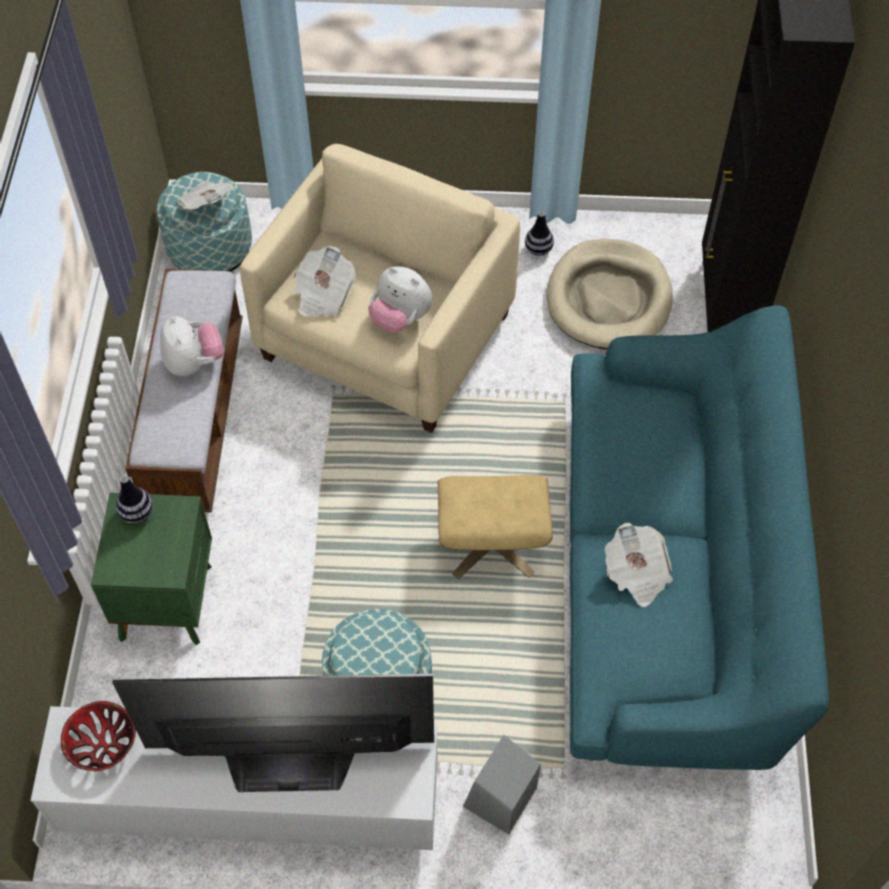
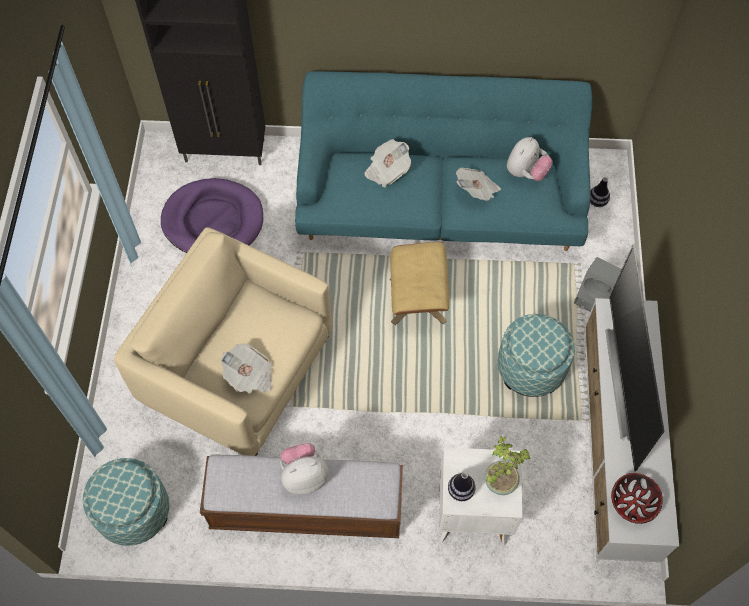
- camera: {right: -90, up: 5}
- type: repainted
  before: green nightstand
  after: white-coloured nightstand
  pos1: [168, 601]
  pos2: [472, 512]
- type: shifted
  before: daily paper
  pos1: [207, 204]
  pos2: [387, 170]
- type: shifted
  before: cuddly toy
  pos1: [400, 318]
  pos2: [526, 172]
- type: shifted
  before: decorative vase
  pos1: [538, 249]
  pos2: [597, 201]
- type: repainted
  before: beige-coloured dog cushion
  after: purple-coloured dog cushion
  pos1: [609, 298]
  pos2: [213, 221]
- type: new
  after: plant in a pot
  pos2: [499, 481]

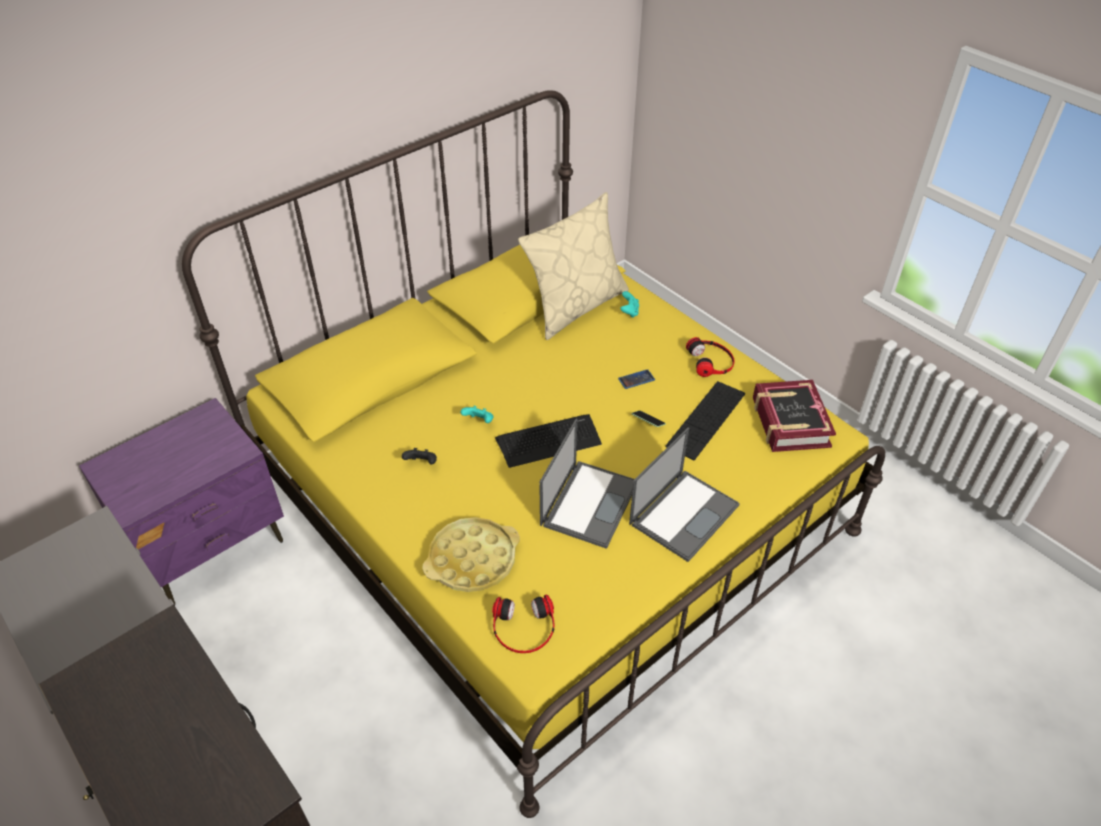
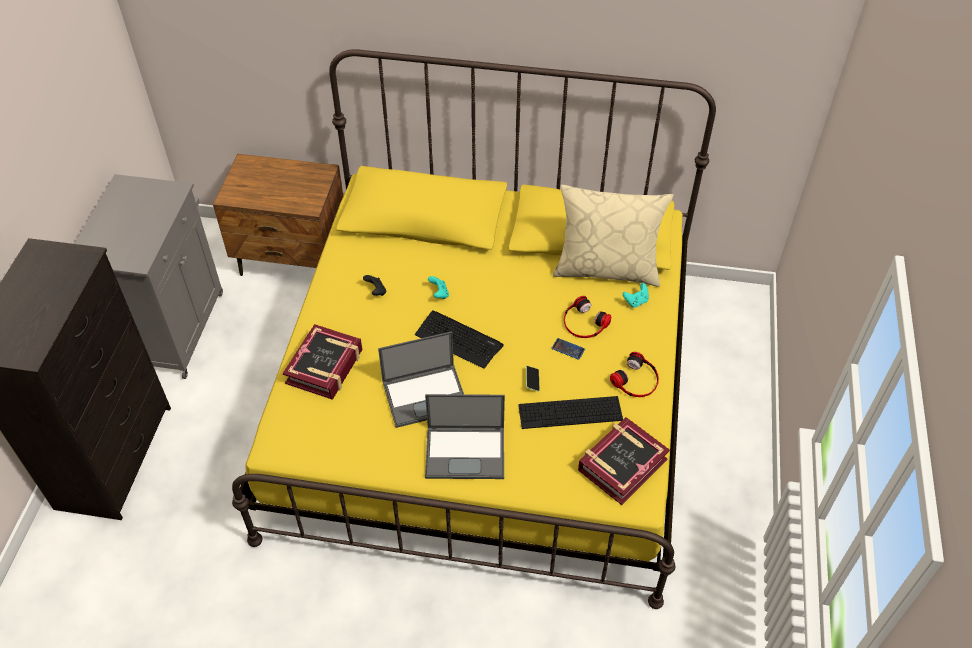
- camera: {right: 50, up: 5}
- type: repainted
  before: purple-coloured nightstand
  after: brown nightstand
  pos1: [211, 546]
  pos2: [293, 258]
- type: swapped
  before: yellowish serving tray
  after: volume
  pos1: [472, 559]
  pos2: [325, 367]
- type: shifted
  before: headphones
  pos1: [524, 628]
  pos2: [584, 323]

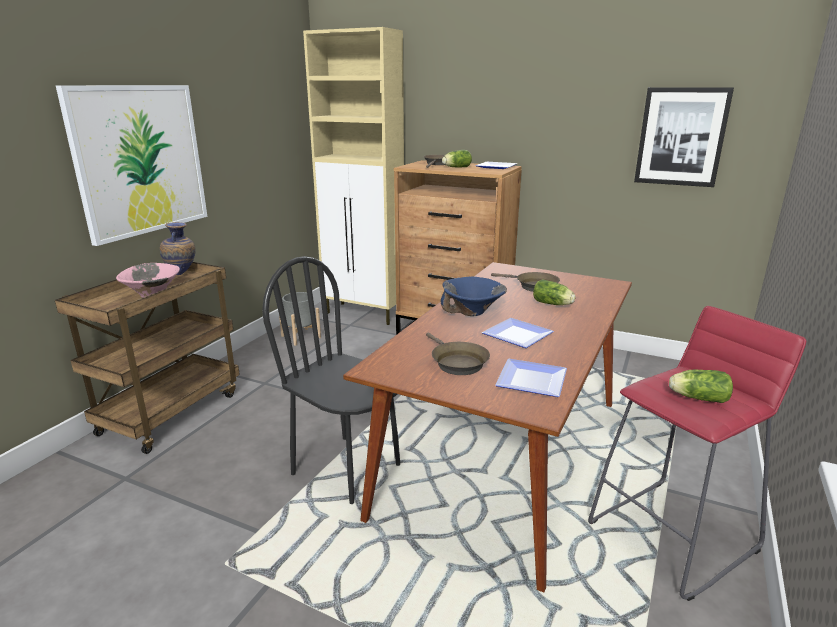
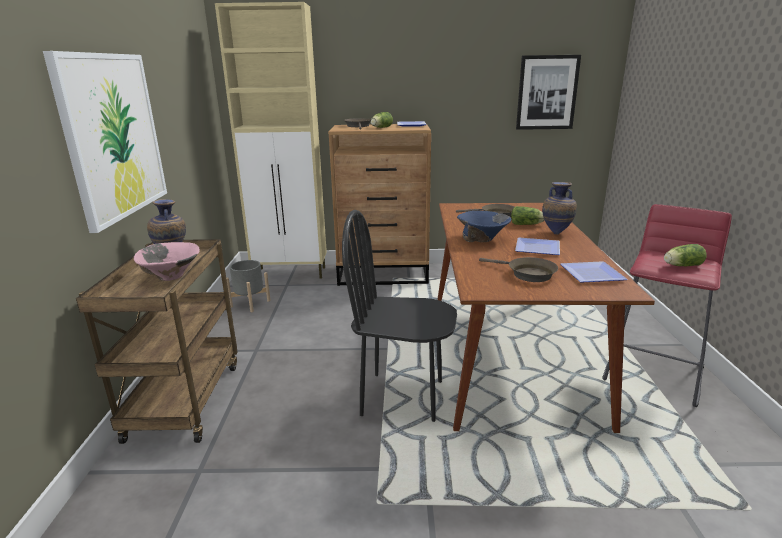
- camera: {right: -25, up: 0}
- type: new
  after: decorative vase
  pos2: [556, 233]

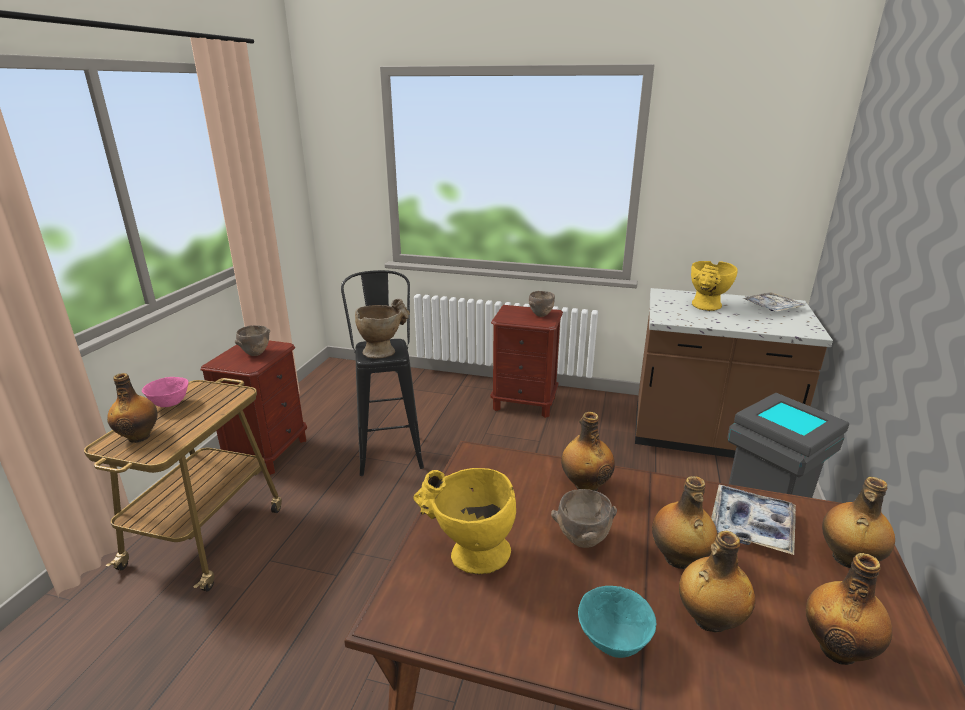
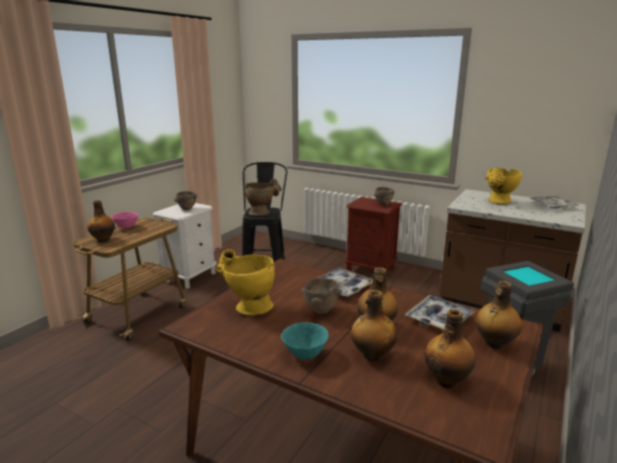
- camera: {right: 15, up: -5}
- type: repainted
  before: brown nightstand
  after: white-coloured nightstand
  pos1: [269, 452]
  pos2: [190, 277]
- type: swapped
  before: beverage bottle
  after: serving tray
  pos1: [585, 485]
  pos2: [342, 287]

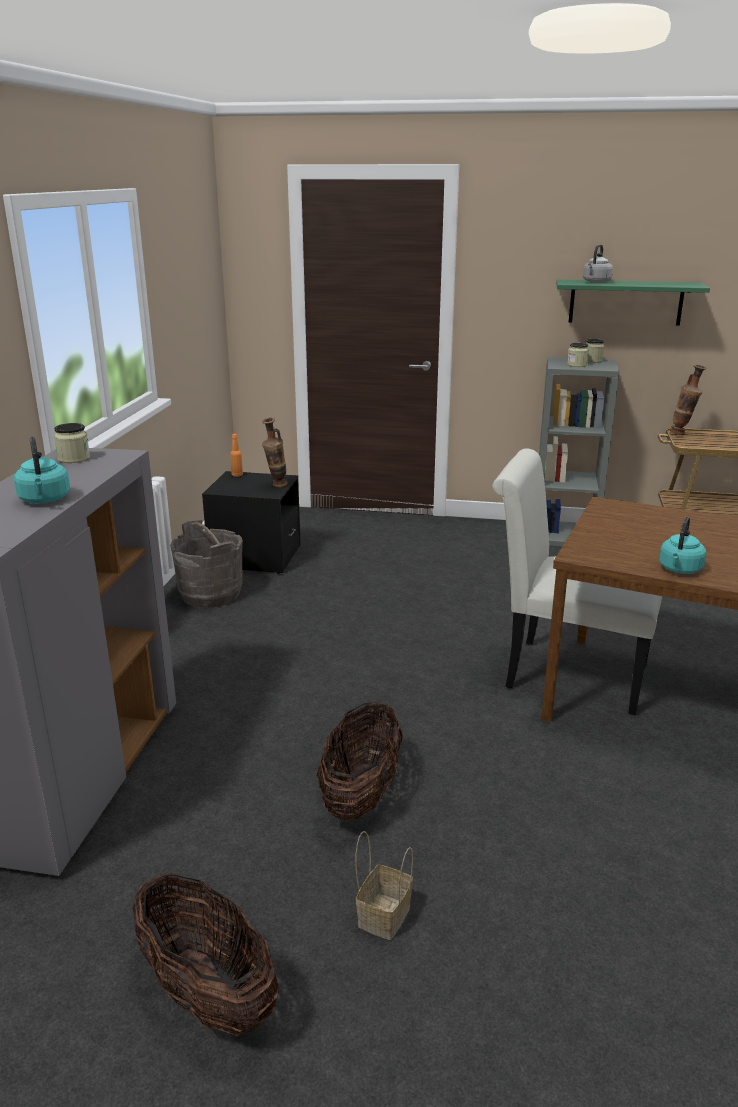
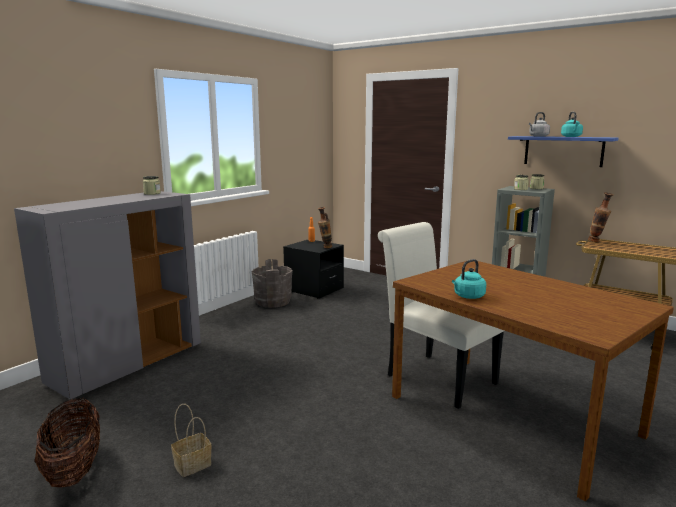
- camera: {right: 25, up: -10}
- type: shifted
  before: blue-green tea kettle
  pos1: [45, 500]
  pos2: [571, 136]
- type: gone
  before: basket
  pos1: [361, 794]
- type: repainted
  before: green bracket shelf
  after: blue bracket shelf
  pos1: [625, 302]
  pos2: [563, 151]

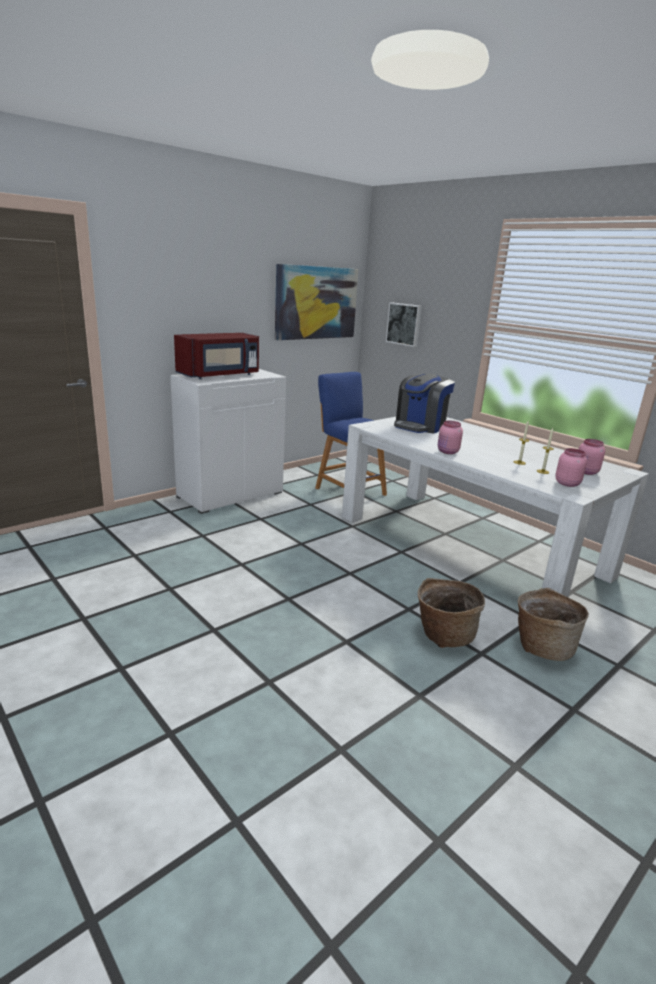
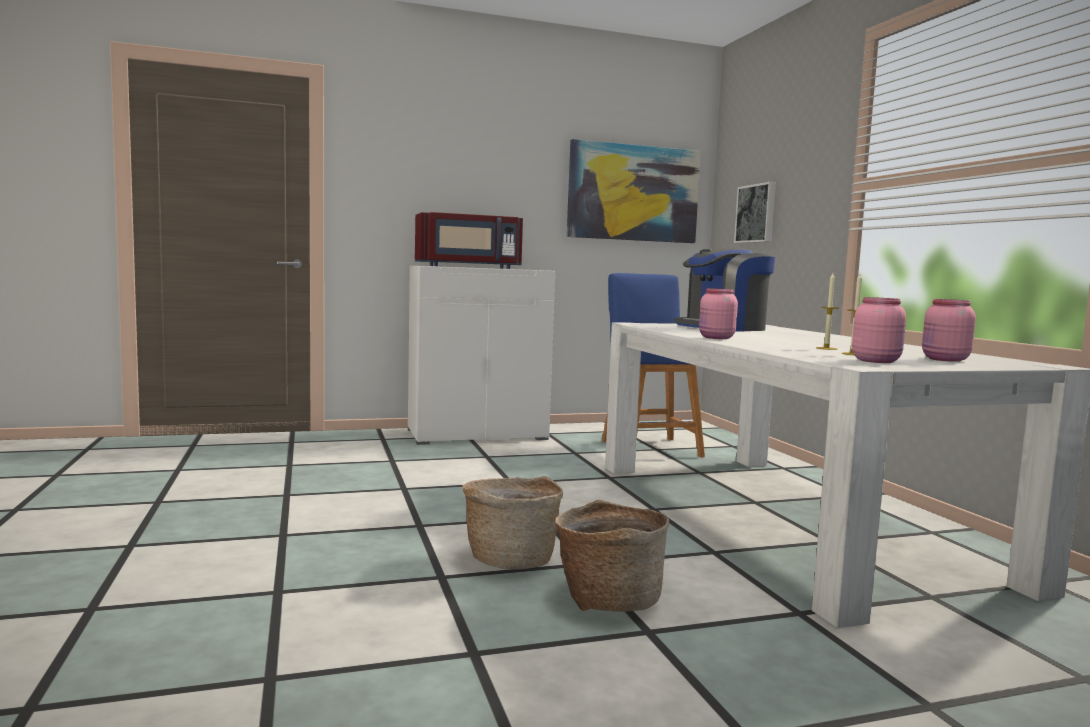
- camera: {right: 25, up: -15}
- type: shifted
  before: basket
  pos1: [542, 646]
  pos2: [511, 559]

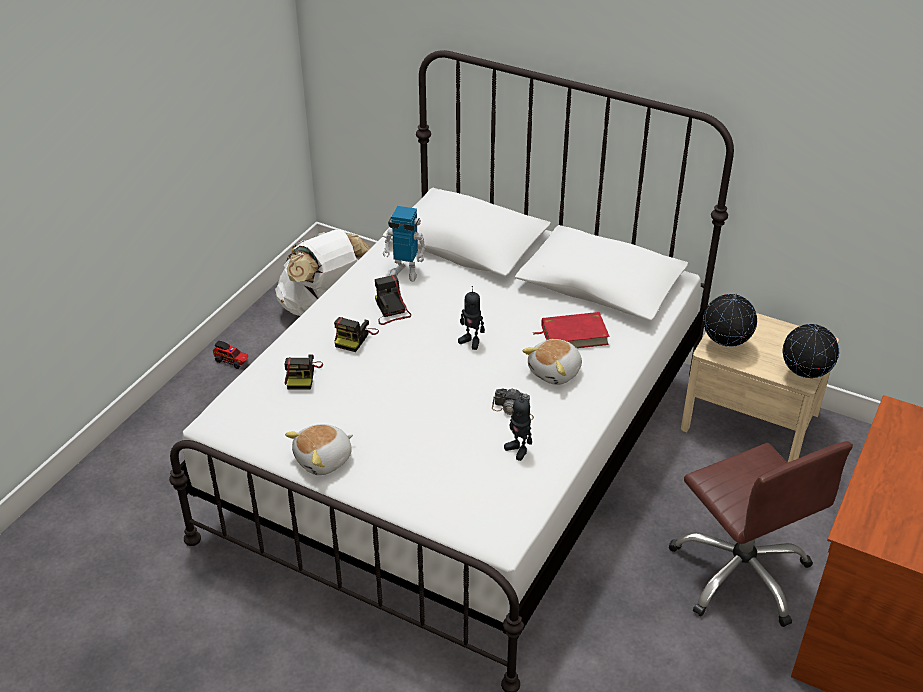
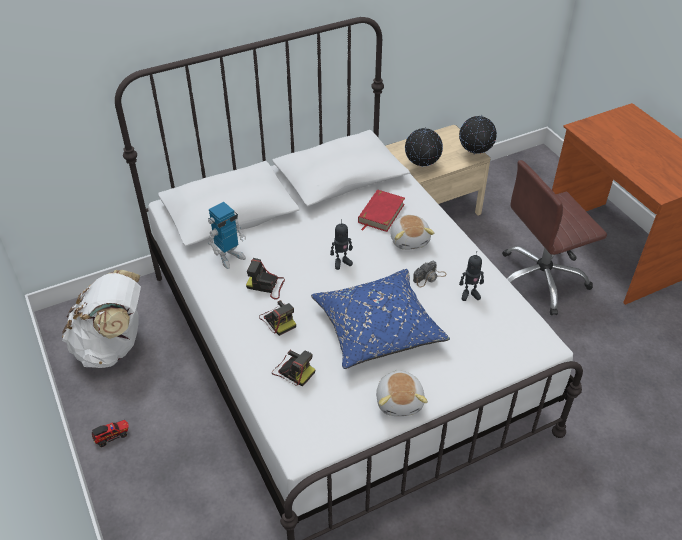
- camera: {right: -55, up: 5}
- type: rotated
  before: brown desk chair
  pos1: [740, 573]
  pos2: [541, 280]
  turn: 150
- type: new
  after: blue cushion
  pos2: [377, 328]

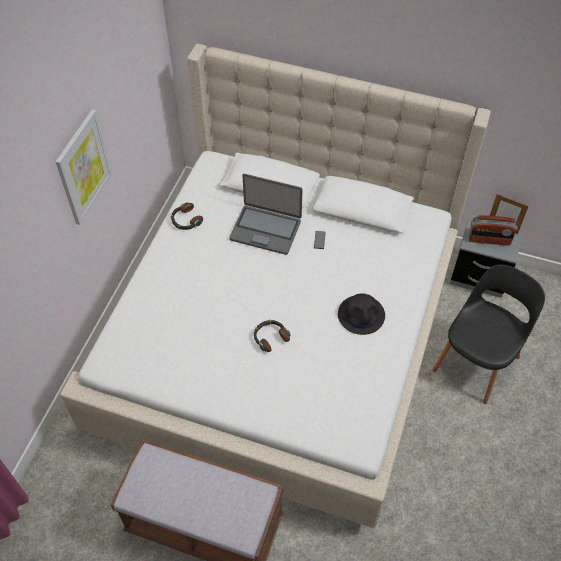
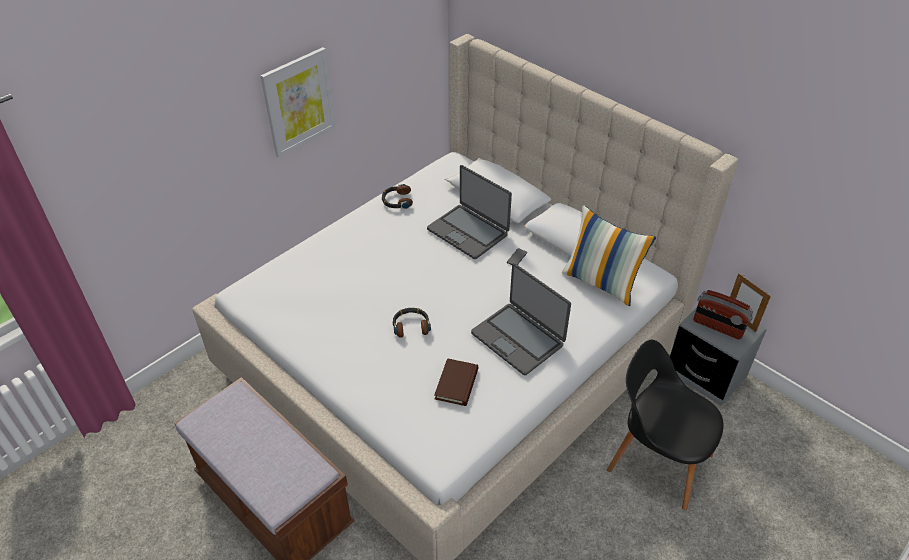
- camera: {right: 25, up: -10}
- type: swapped
  before: blackish hat
  after: portable computer
  pos1: [361, 315]
  pos2: [518, 338]
- type: rotated
  before: blackish upright chair
  pos1: [477, 361]
  pos2: [657, 460]
  turn: -120
- type: new
  after: brown volume
  pos2: [456, 384]
- type: new
  after: cushion
  pos2: [601, 282]

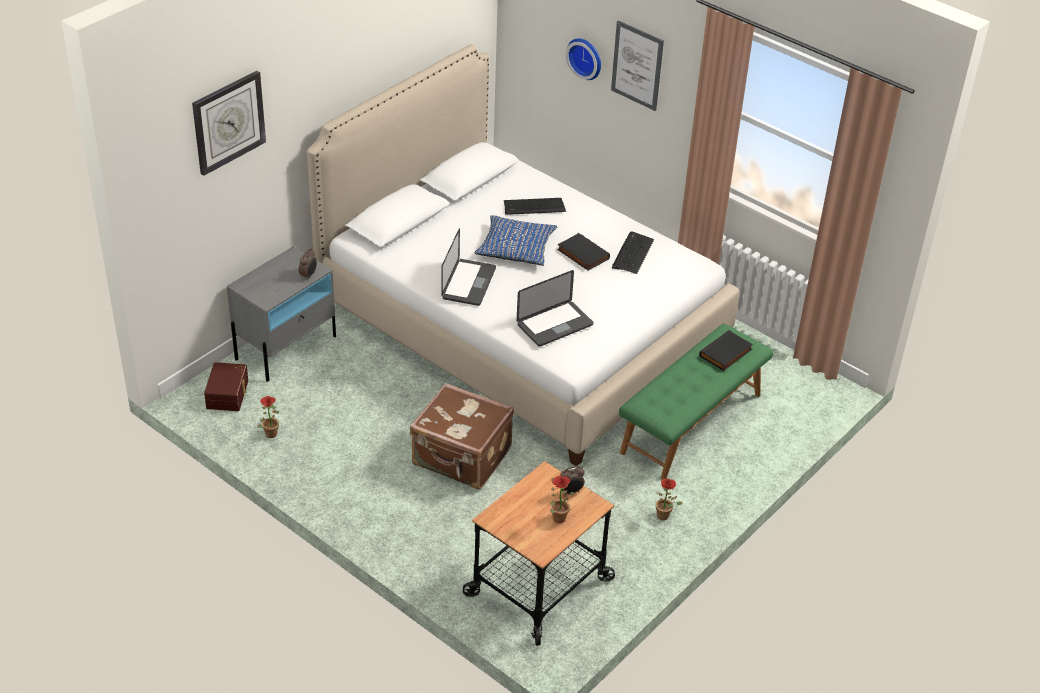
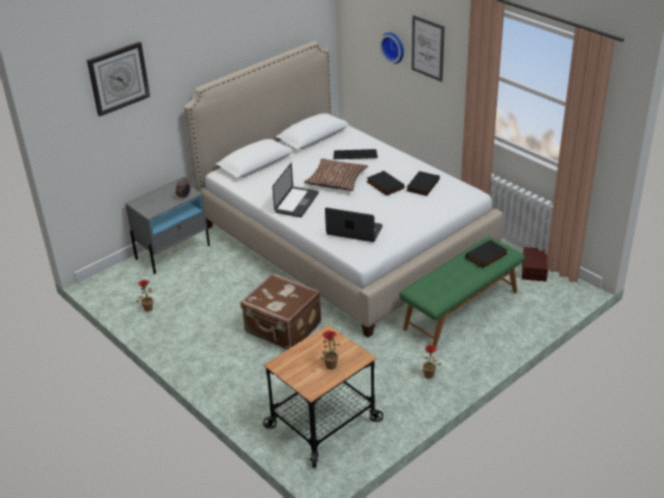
- camera: {right: 10, up: -5}
- type: shifted
  before: brown storage container
  pos1: [228, 394]
  pos2: [535, 270]
- type: repainted
  before: blue cushion
  after: brown cushion
  pos1: [516, 248]
  pos2: [336, 180]
- type: rotated
  before: portable computer
  pos1: [555, 325]
  pos2: [354, 230]
  turn: -135
- type: gone
  before: bedside clock
  pos1: [570, 492]
- type: swapped
  before: keyboard
  after: blackish volume
  pos1: [632, 253]
  pos2: [422, 185]

